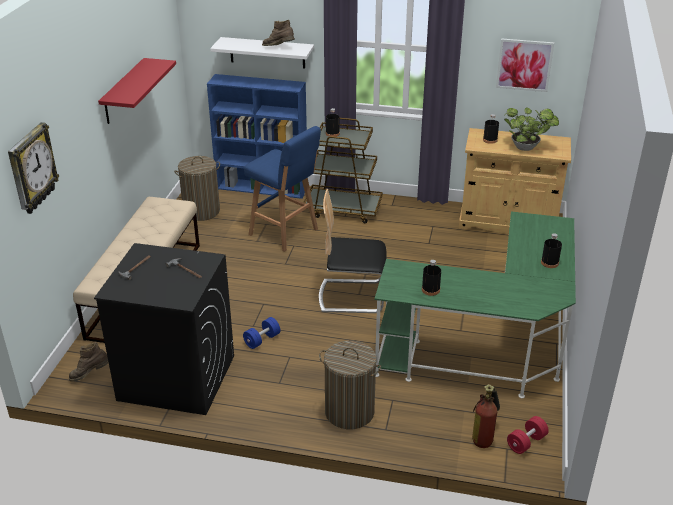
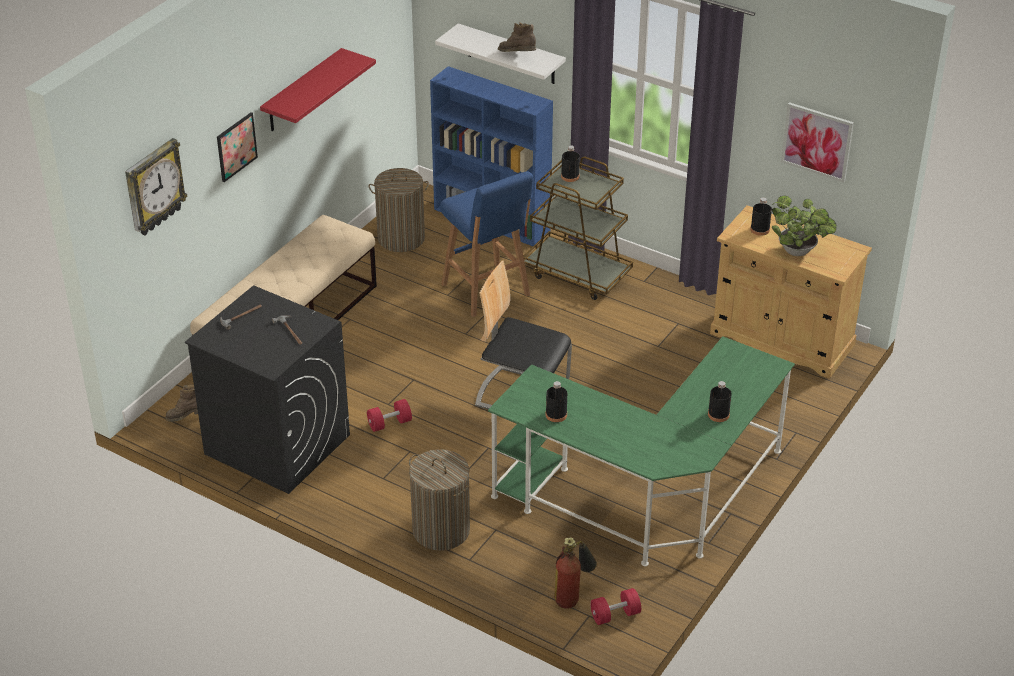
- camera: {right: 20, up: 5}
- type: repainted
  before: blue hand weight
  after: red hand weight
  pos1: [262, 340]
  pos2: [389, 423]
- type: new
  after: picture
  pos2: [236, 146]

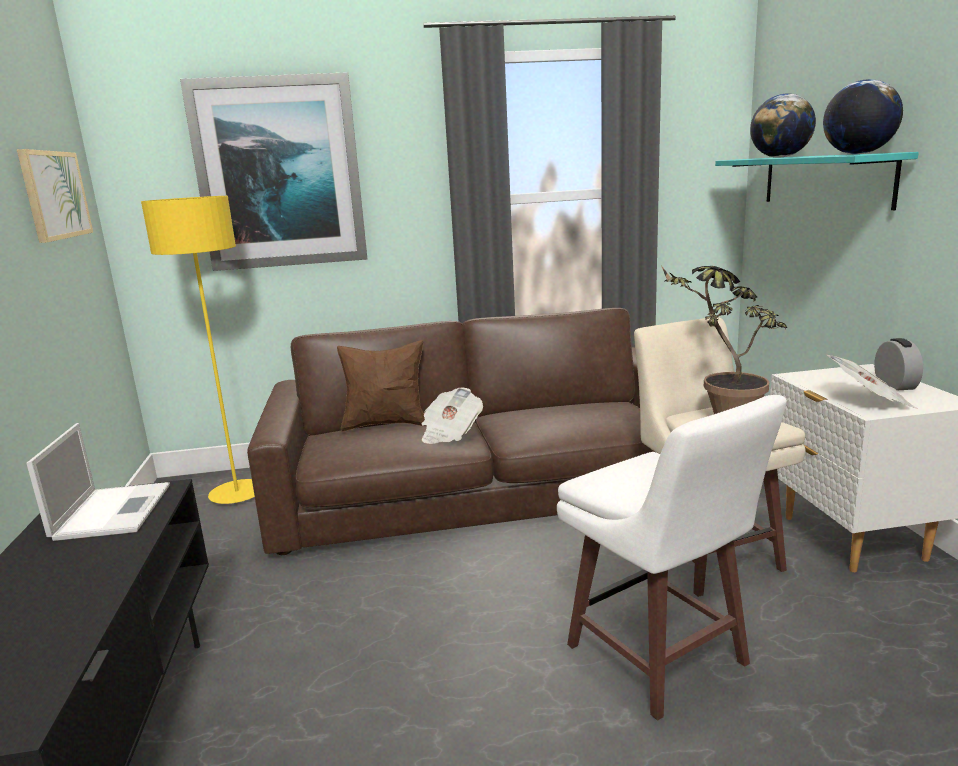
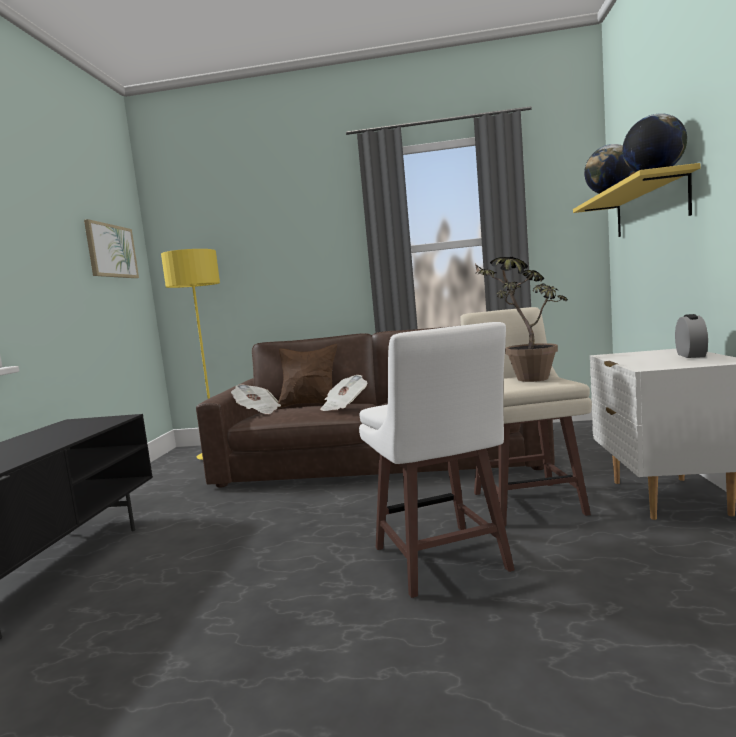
- camera: {right: 15, up: -10}
- type: gone
  before: portable computer
  pos1: [113, 511]
- type: gone
  before: picture
  pos1: [280, 174]
- type: repainted
  before: blue-green bracket shelf
  after: yellowish bracket shelf
  pos1: [825, 180]
  pos2: [649, 207]
- type: shifted
  before: daily paper
  pos1: [869, 401]
  pos2: [257, 411]

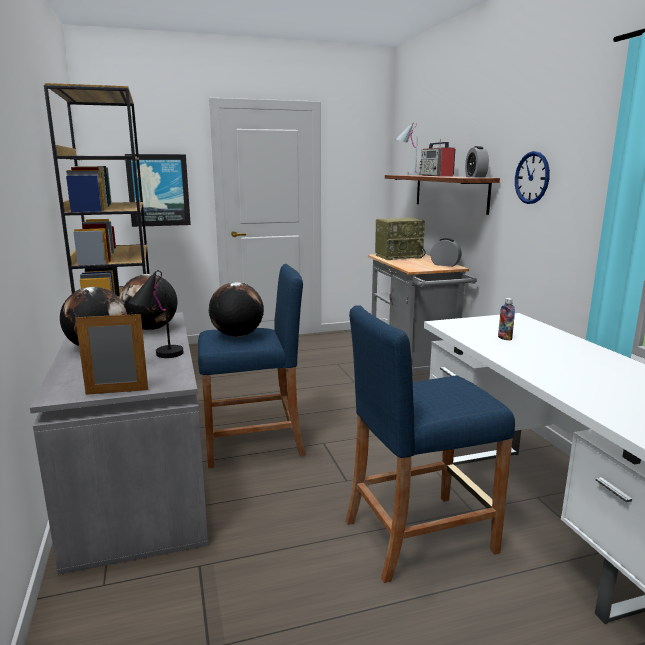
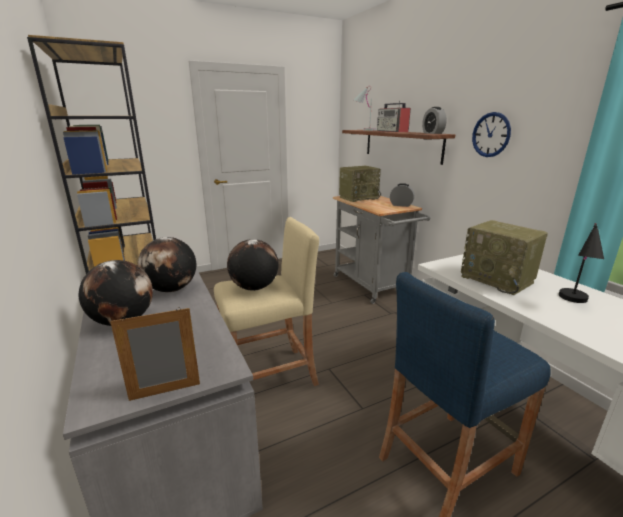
- camera: {right: -10, up: 5}
- type: gone
  before: picture
  pos1: [158, 190]
- type: shifted
  before: blackish tabletop lamp
  pos1: [159, 357]
  pos2: [573, 302]
- type: repainted
  before: blue stool
  after: beige-coloured stool
  pos1: [254, 444]
  pos2: [269, 376]
- type: swapped
  before: beverage bottle
  after: radio receiver
  pos1: [504, 338]
  pos2: [498, 280]

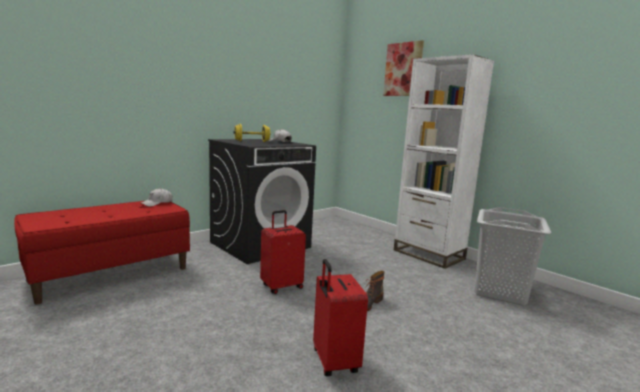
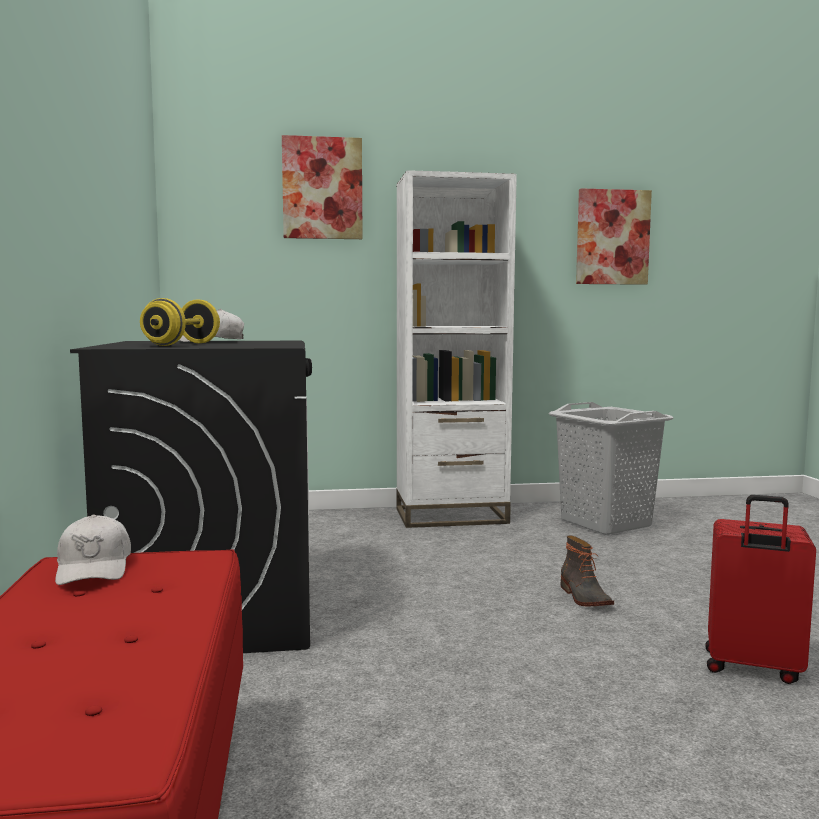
- camera: {right: -55, up: -5}
- type: gone
  before: red travel case
  pos1: [281, 286]
- type: new
  after: picture
  pos2: [612, 237]

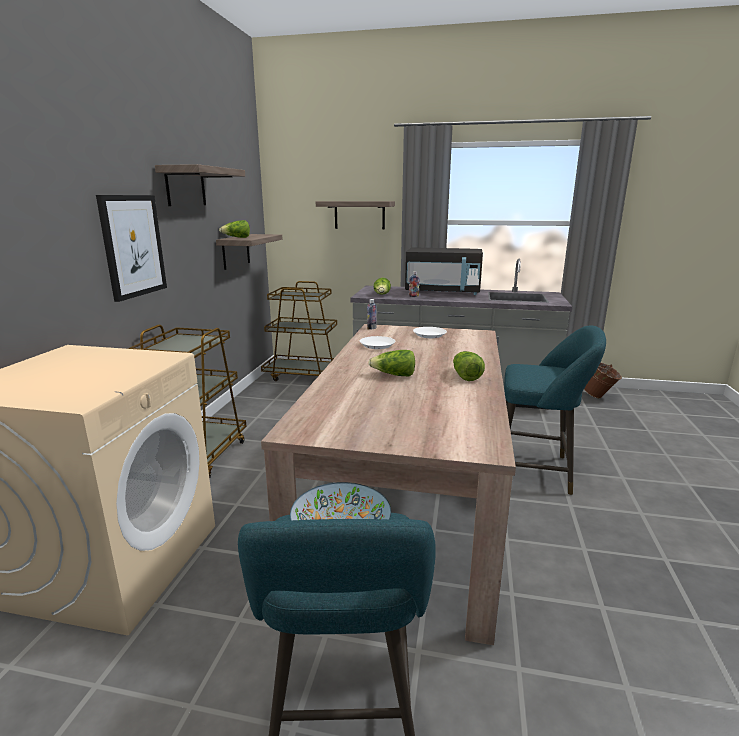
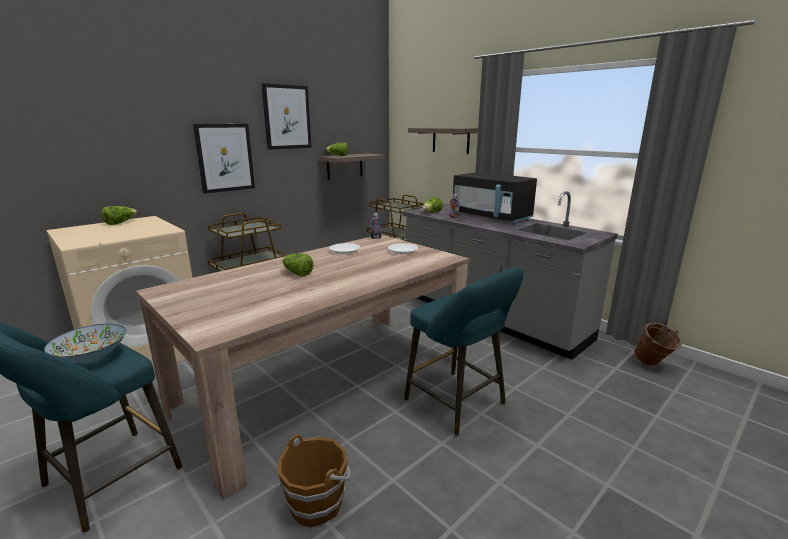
- camera: {right: 35, up: 0}
- type: swapped
  before: bracket shelf
  after: picture
  pos1: [185, 187]
  pos2: [287, 117]
- type: shifted
  before: lettuce head
  pos1: [465, 376]
  pos2: [120, 223]
- type: new
  after: brown pail
  pos2: [317, 503]

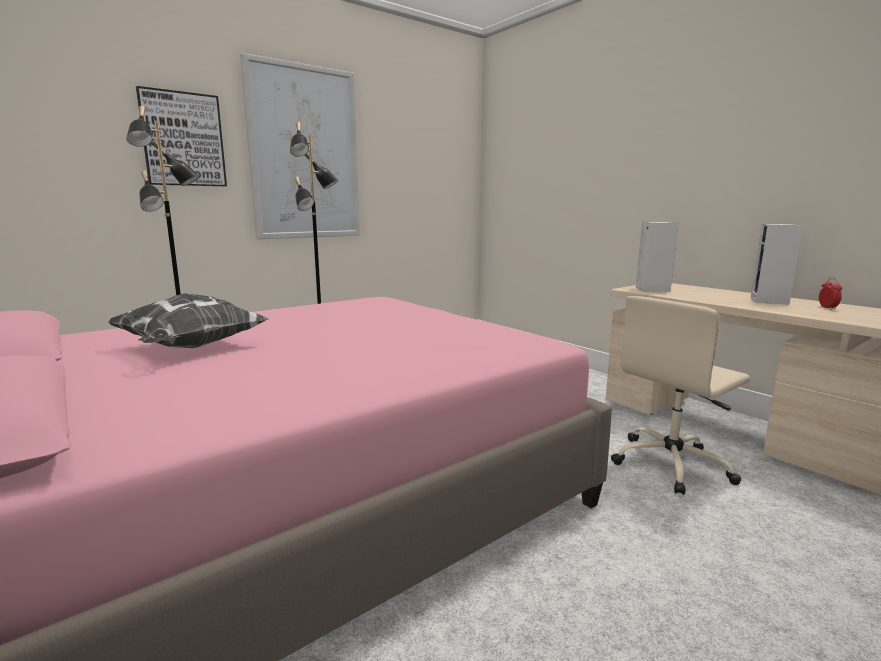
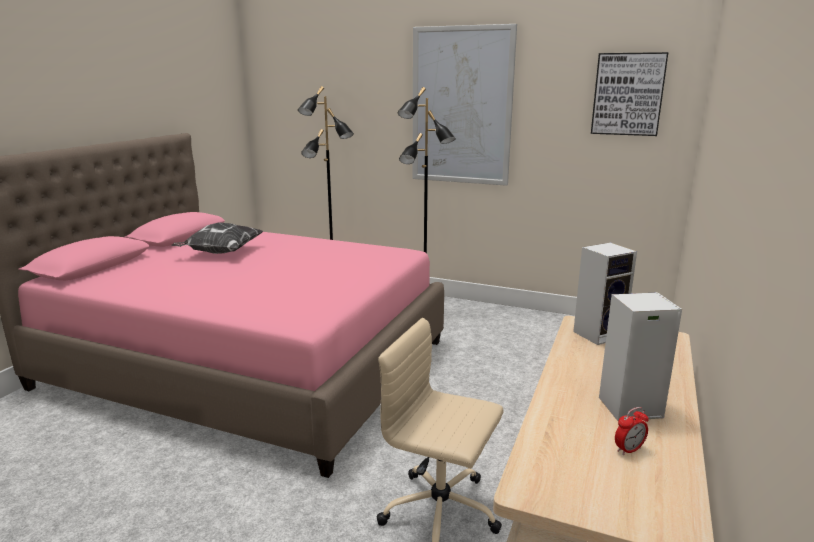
- camera: {right: 60, up: 5}
- type: shifted
  before: picture
  pos1: [183, 139]
  pos2: [628, 94]

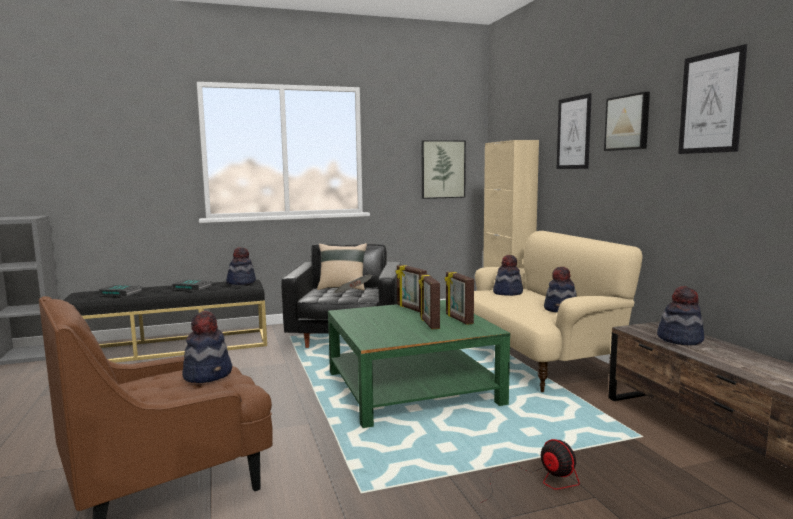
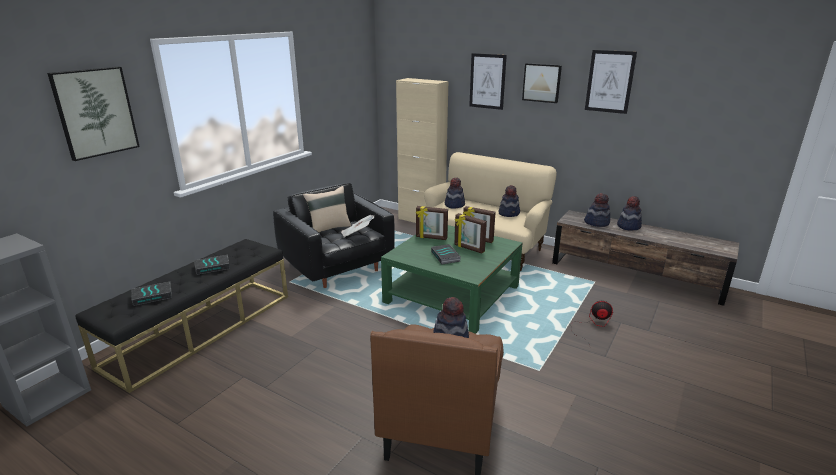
- camera: {right: -40, up: 15}
- type: shifted
  before: hat
  pos1: [241, 282]
  pos2: [628, 226]
- type: shifted
  before: picture
  pos1: [442, 169]
  pos2: [95, 112]
- type: new
  after: volume
  pos2: [446, 256]

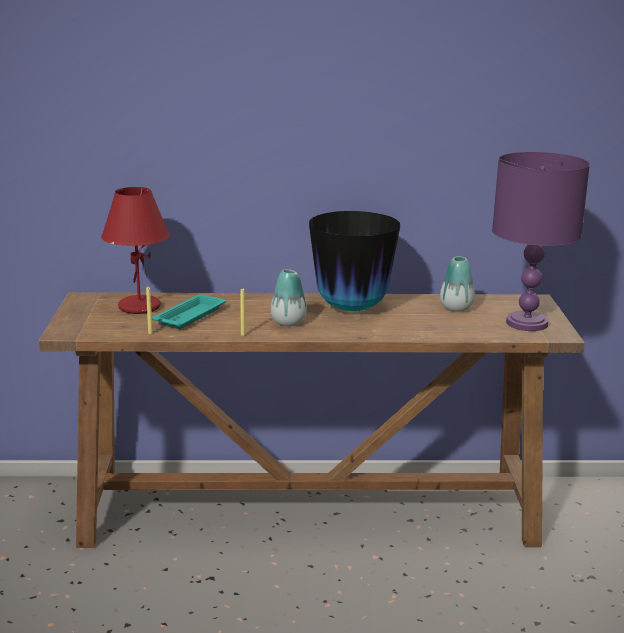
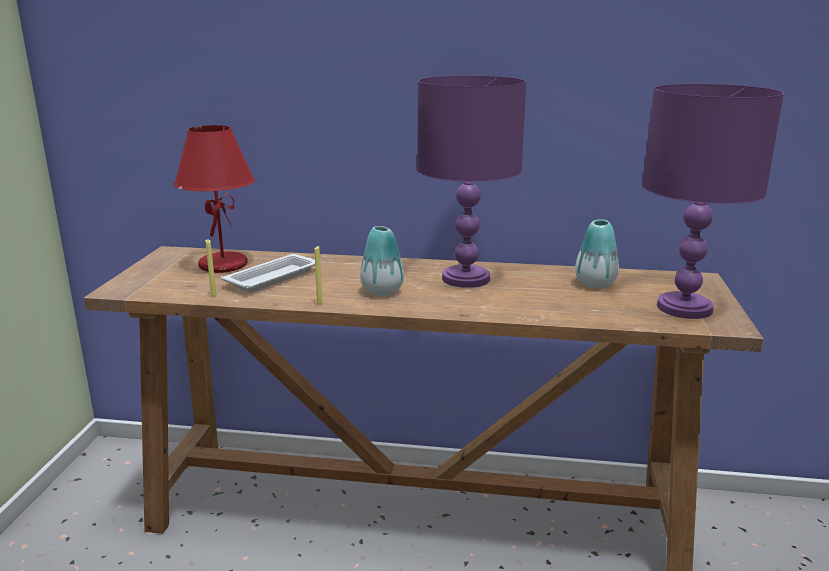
- camera: {right: 10, up: 0}
- type: repainted
  before: blue-green serving tray
  after: white-coloured serving tray
  pos1: [191, 316]
  pos2: [274, 278]
- type: swapped
  before: decorative vase
  after: purple-coloured tabletop lamp
  pos1: [352, 308]
  pos2: [466, 278]

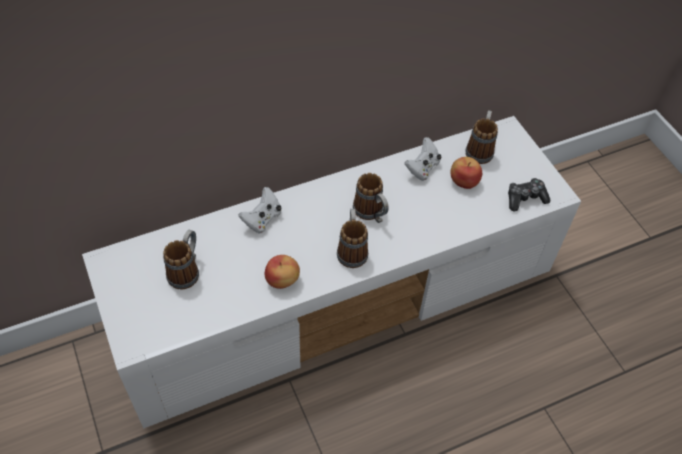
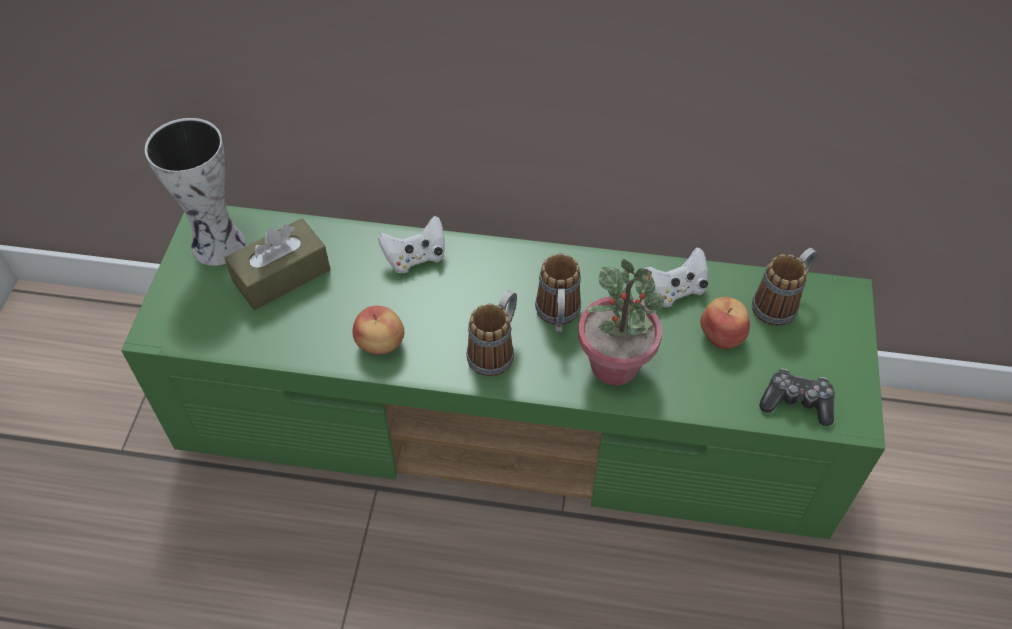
- camera: {right: 35, up: 0}
- type: repainted
  before: white-coloured tv unit
  after: green tv unit
  pos1: [339, 298]
  pos2: [510, 421]
- type: swapped
  before: mug
  after: brown tissue box
  pos1: [186, 270]
  pos2: [281, 275]
- type: new
  after: decorative vase
  pos2: [220, 246]
- type: new
  after: plant in a pot
  pos2: [615, 365]

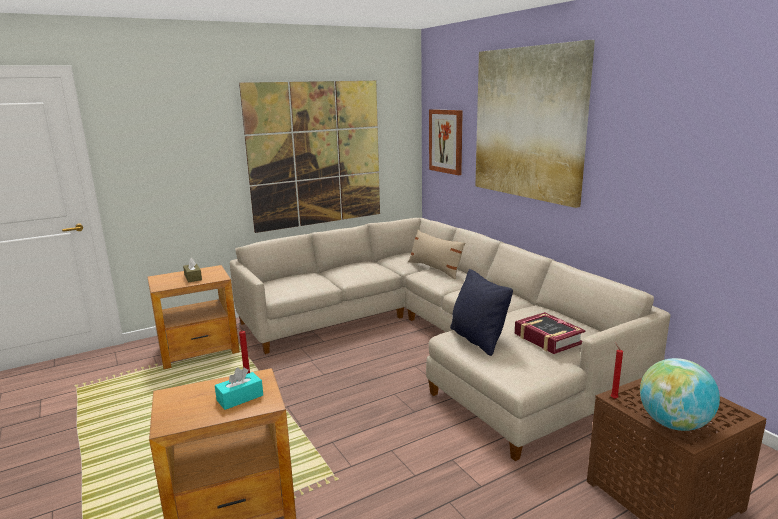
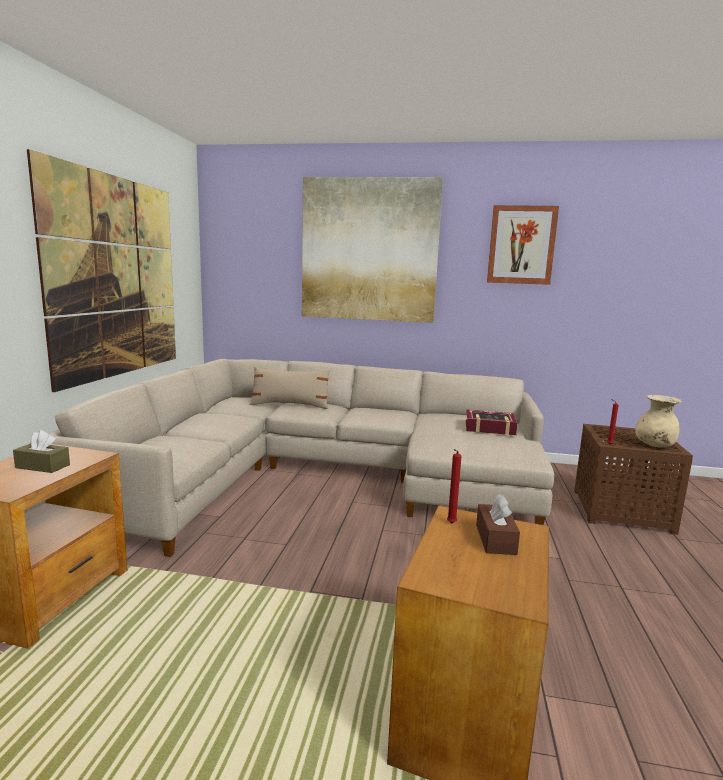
- camera: {right: -50, up: -5}
- type: repainted
  before: blue-green tissue box
  after: brown tissue box
  pos1: [240, 398]
  pos2: [495, 539]
- type: shifted
  before: picture
  pos1: [446, 141]
  pos2: [521, 245]
- type: gone
  before: blackish cushion
  pos1: [477, 339]
- type: swapped
  before: globe
  after: beige-coloured decorative vase
  pos1: [673, 424]
  pos2: [654, 446]

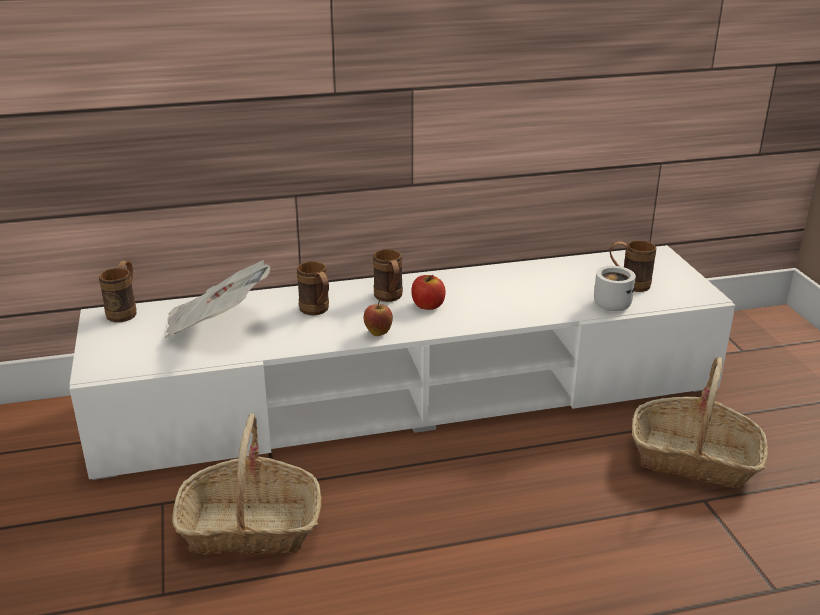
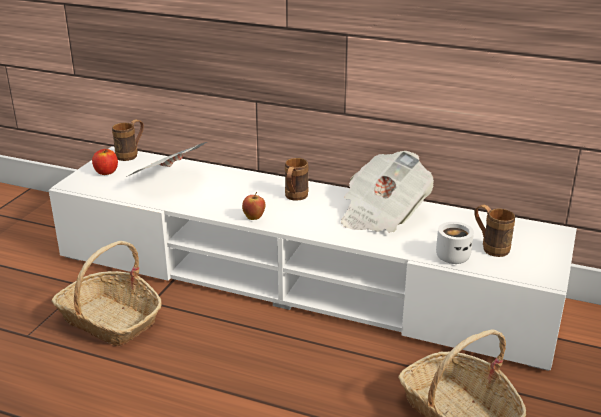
- camera: {right: 35, up: 0}
- type: gone
  before: brown mug
  pos1: [317, 311]
- type: shifted
  before: apple
  pos1: [427, 305]
  pos2: [106, 172]
- type: new
  after: daily paper
  pos2: [382, 214]

